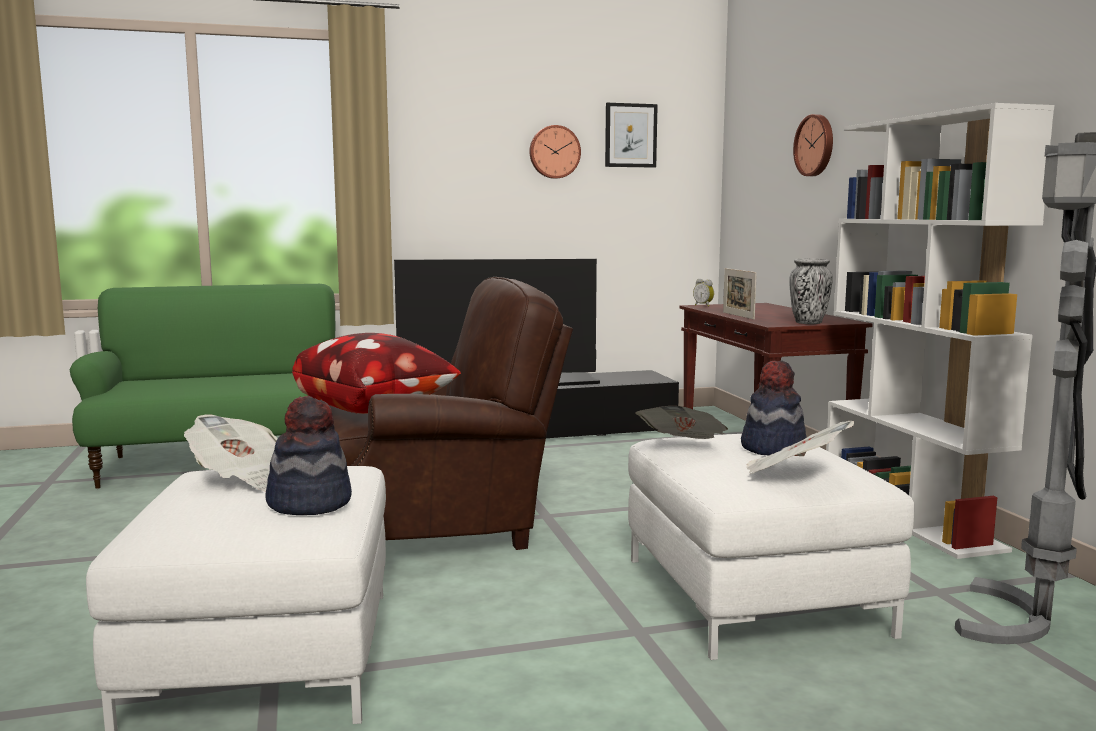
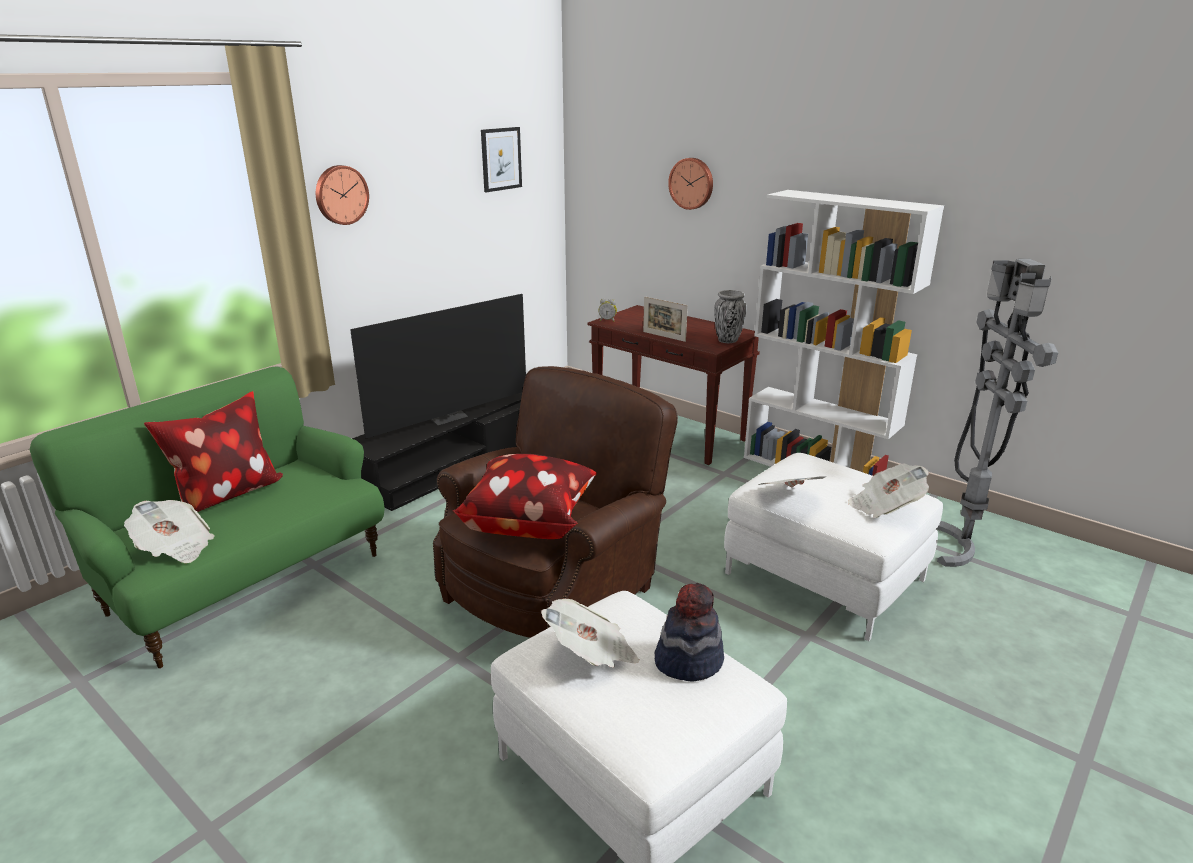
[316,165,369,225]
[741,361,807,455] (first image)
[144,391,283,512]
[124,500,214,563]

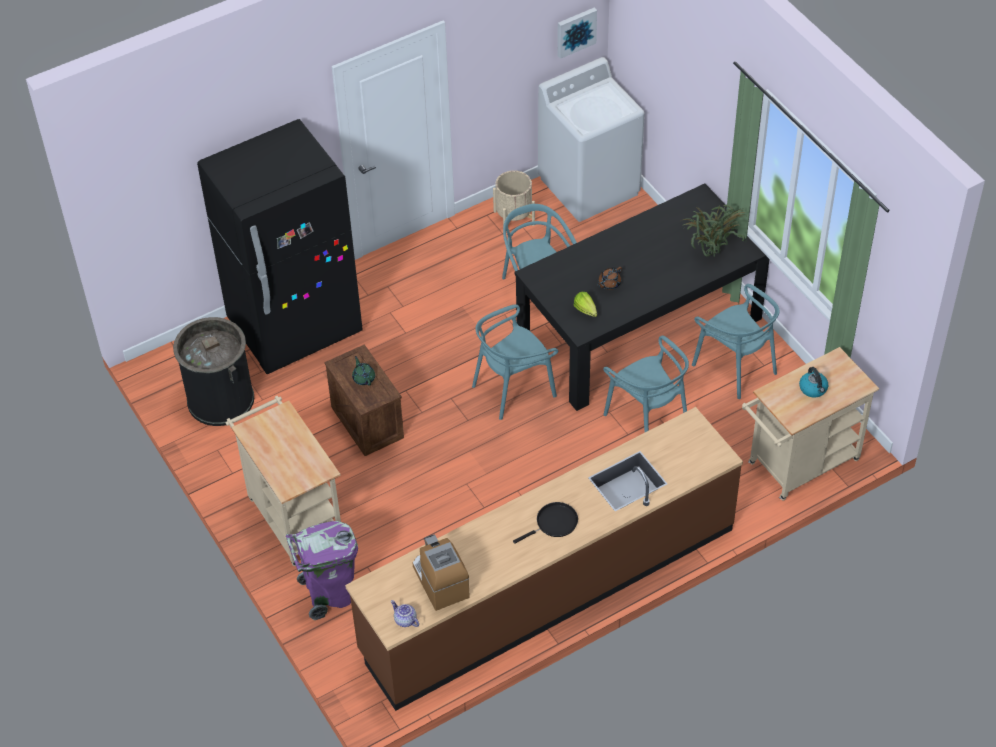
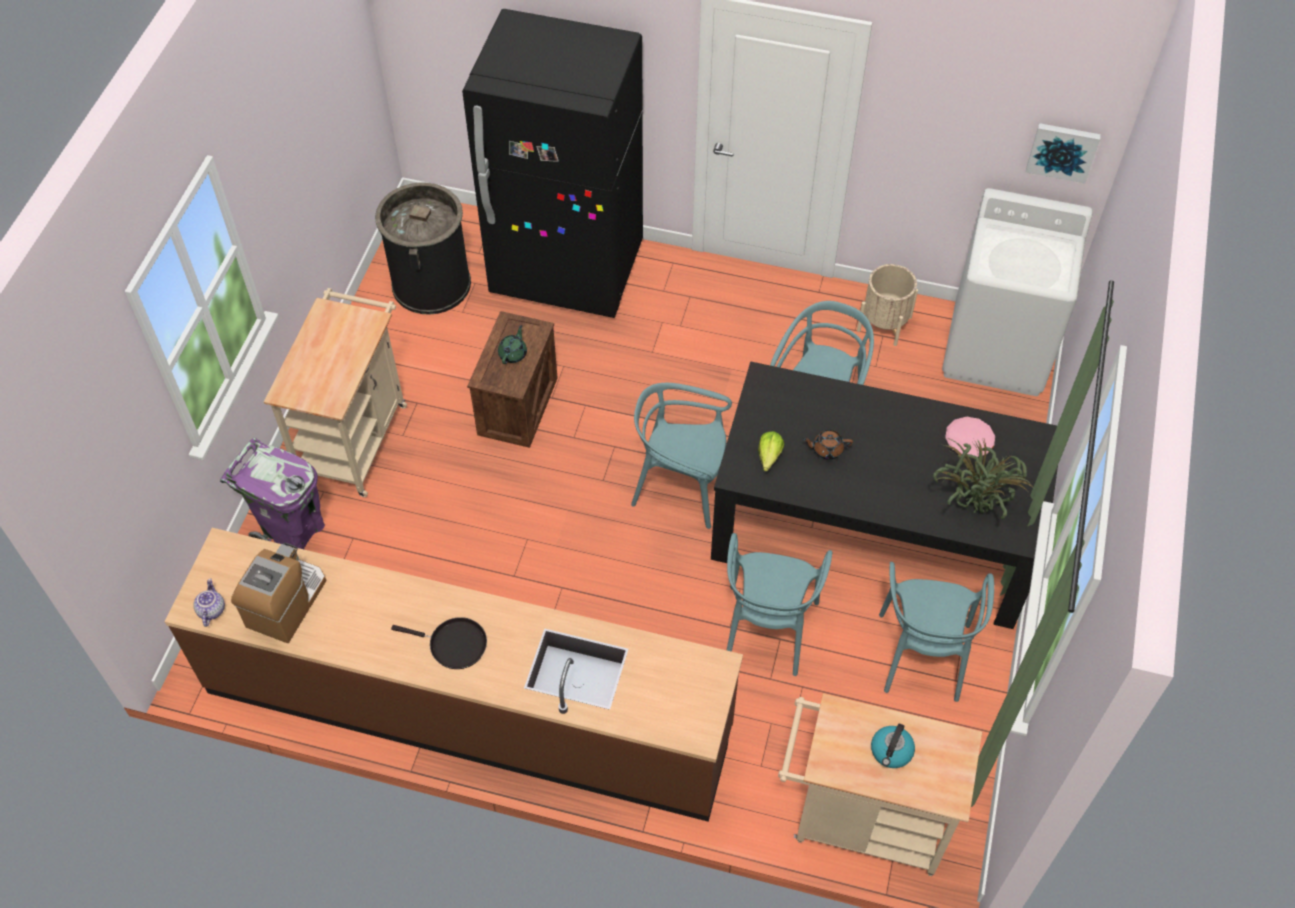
[945,417,995,457]

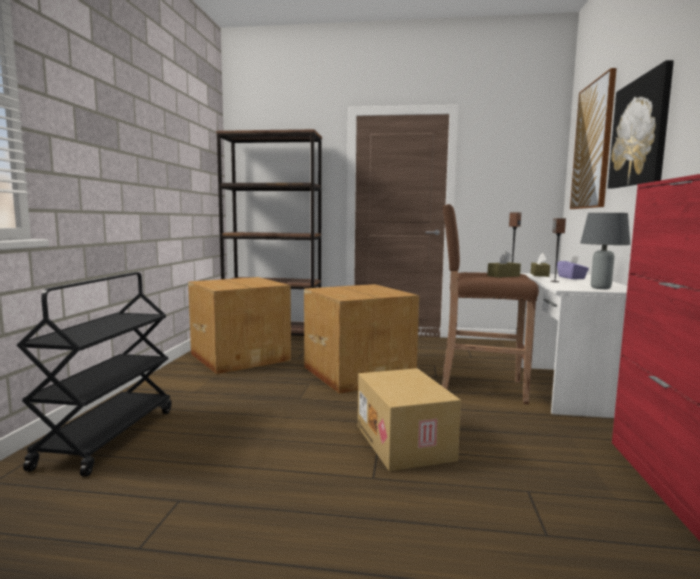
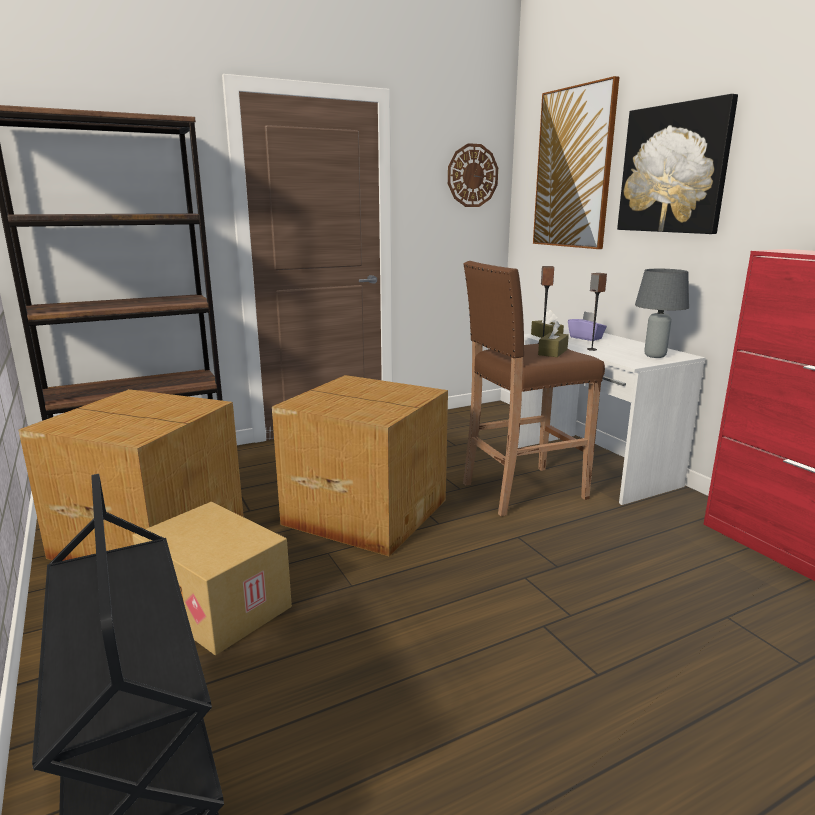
[132,502,292,655]
[448,143,498,207]

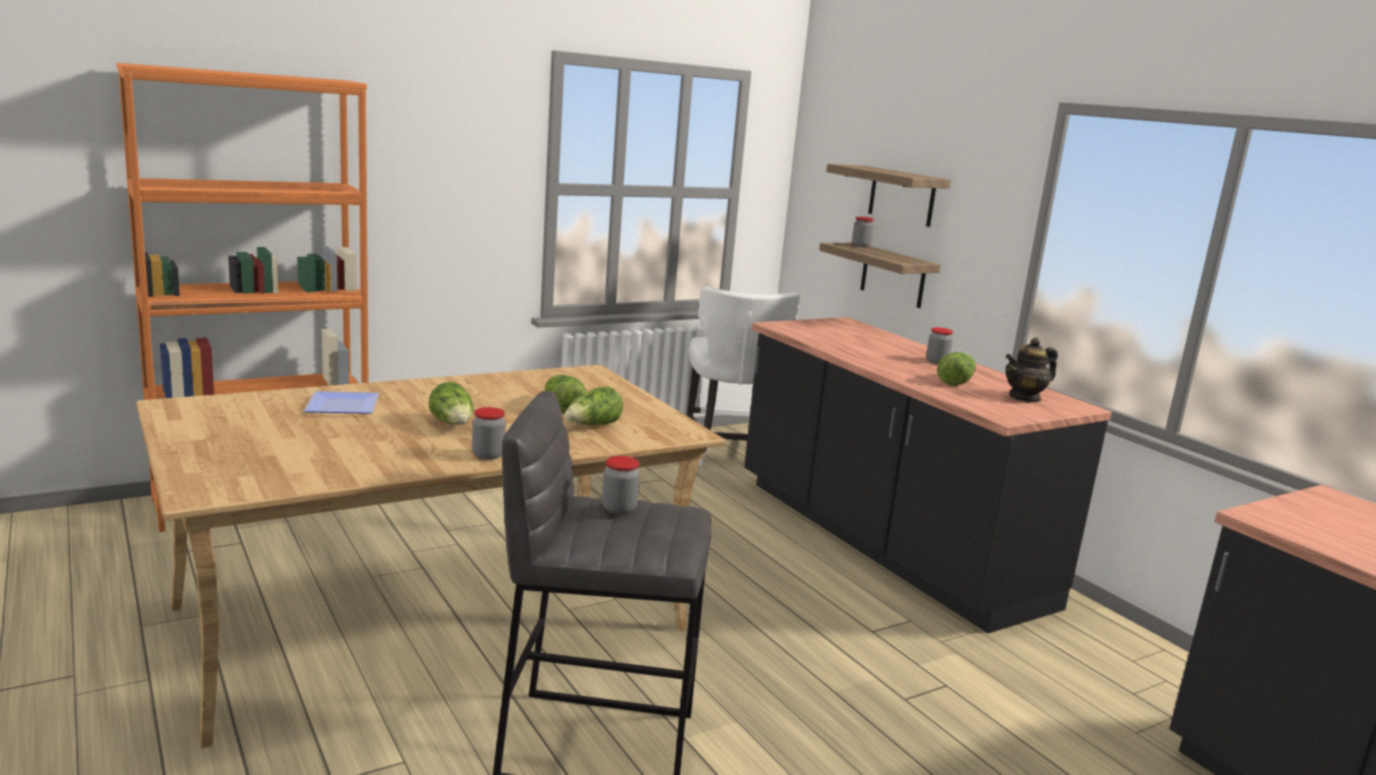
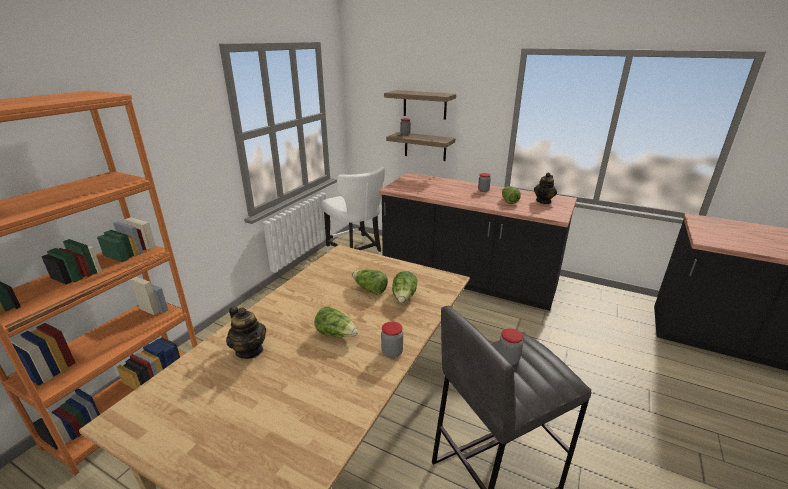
[226,306,266,359]

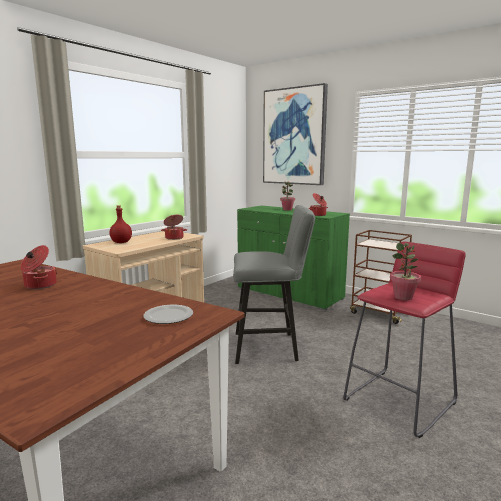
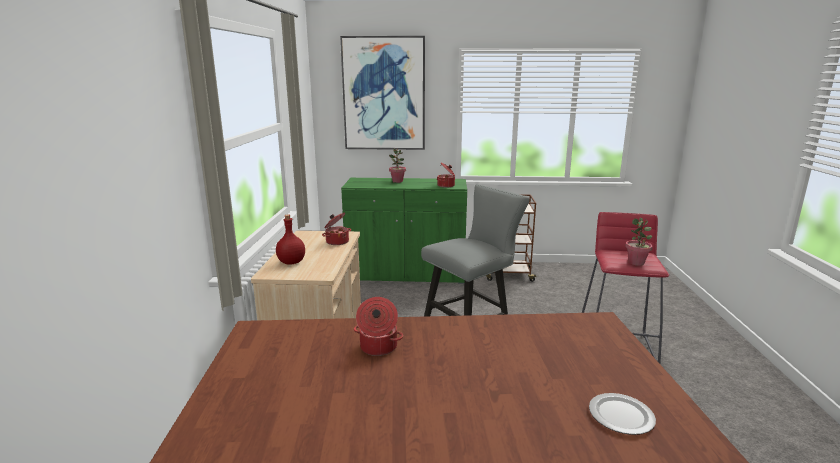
[589,393,656,435]

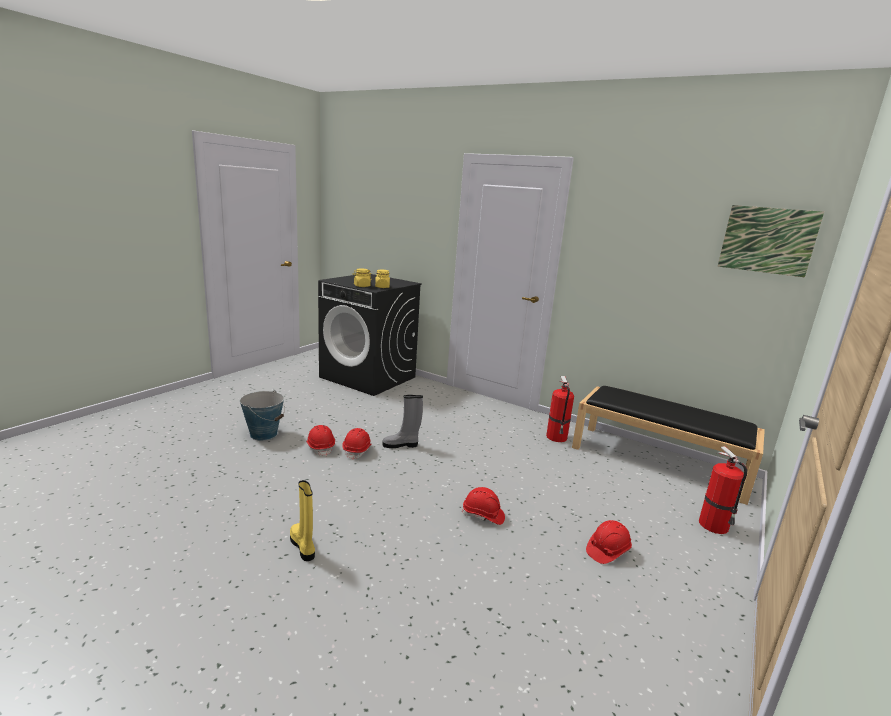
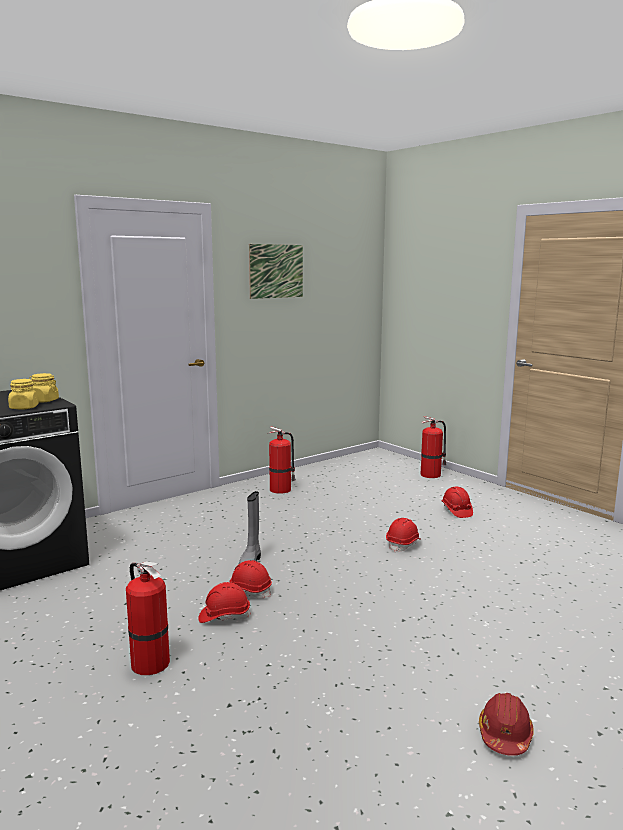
[249,244,303,299]
[572,386,765,505] (first image)
[126,561,170,675]
[290,480,315,561] (first image)
[479,693,534,756]

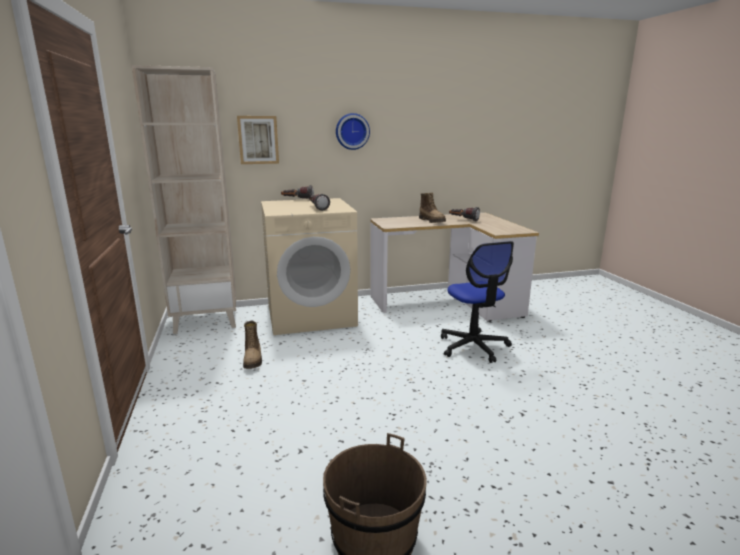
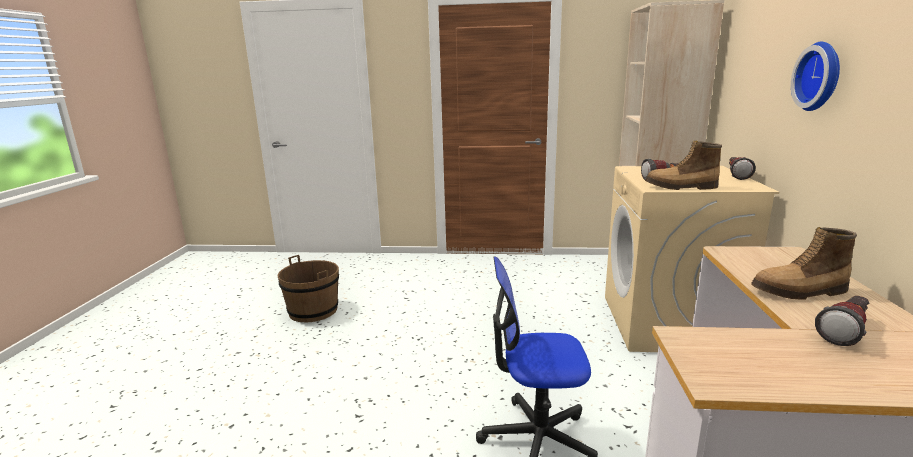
[237,116,279,164] (first image)
[645,141,722,190]

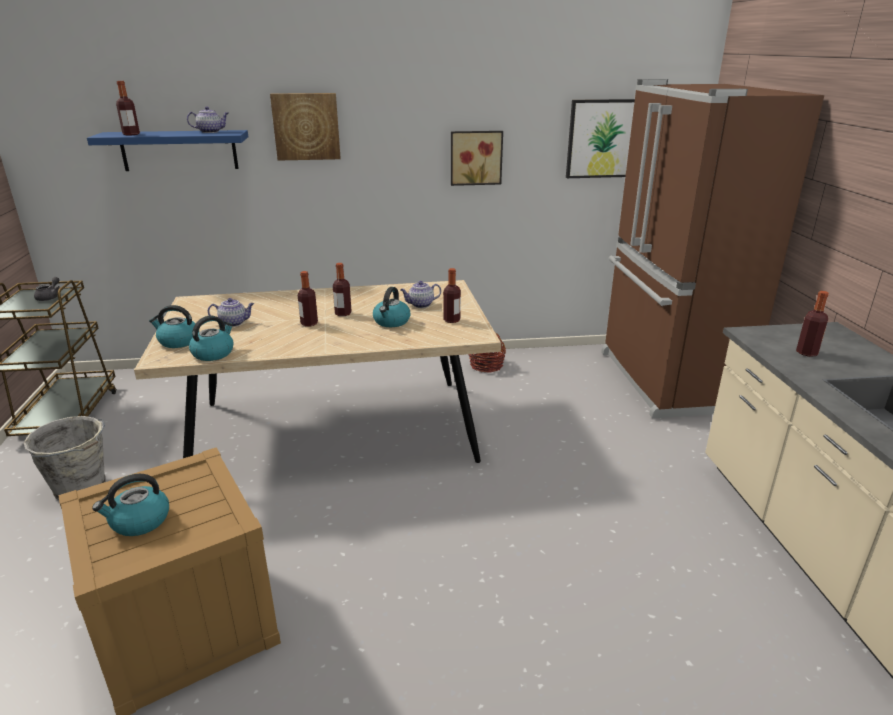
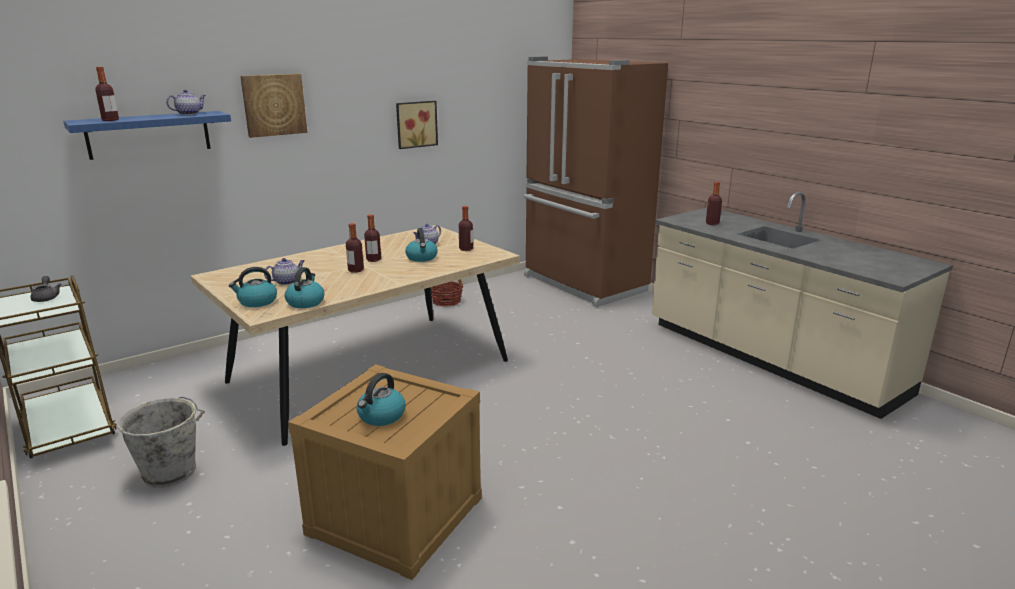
[566,99,635,178] (first image)

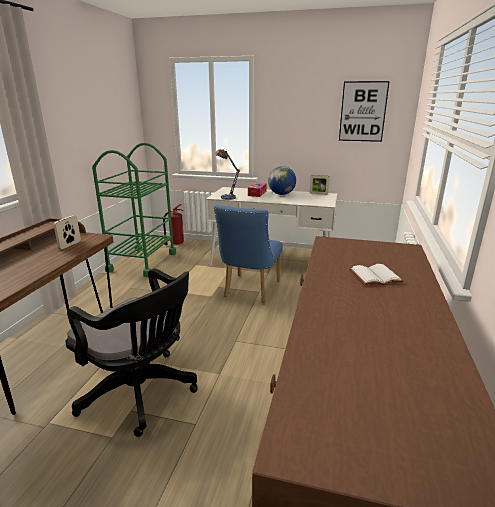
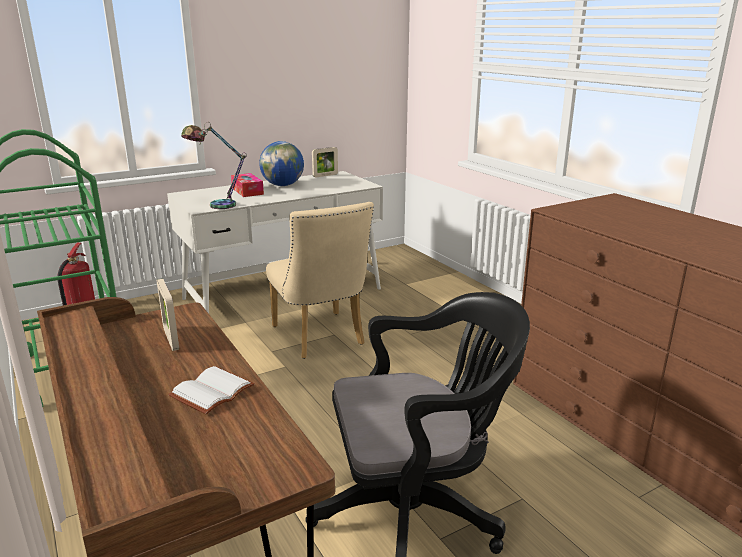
[339,81,390,142] (first image)
[266,202,374,359]
[168,366,255,415]

